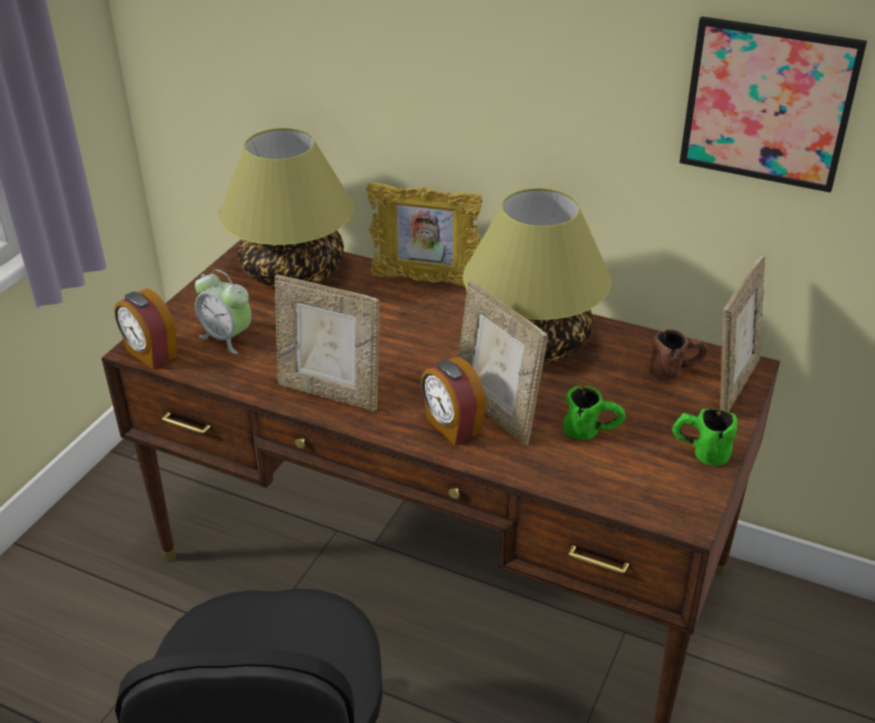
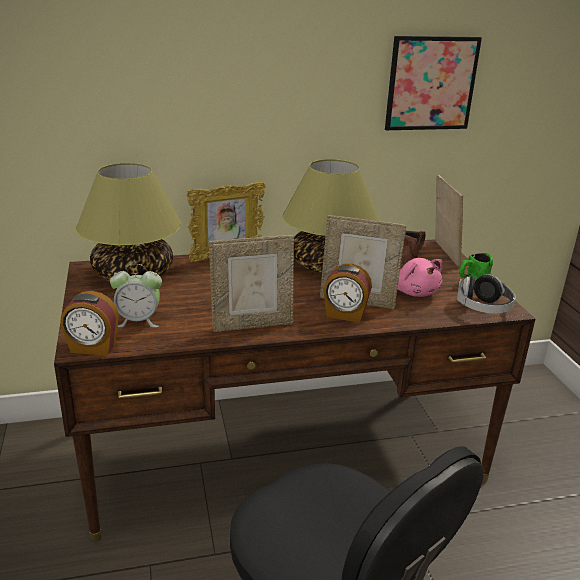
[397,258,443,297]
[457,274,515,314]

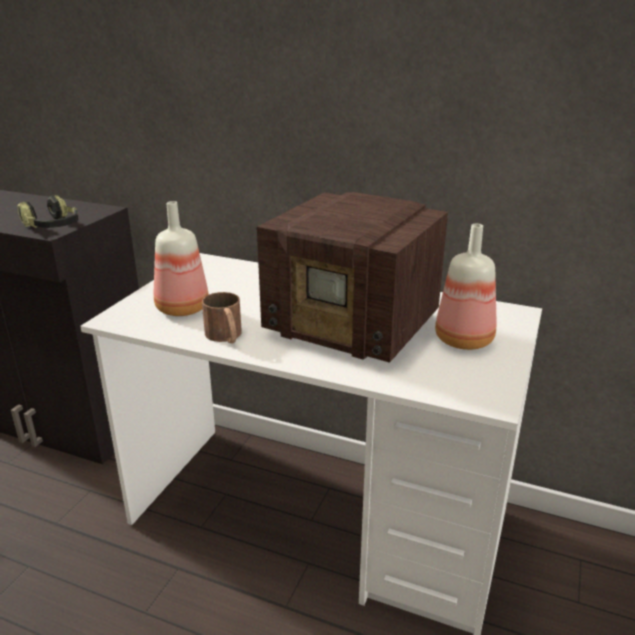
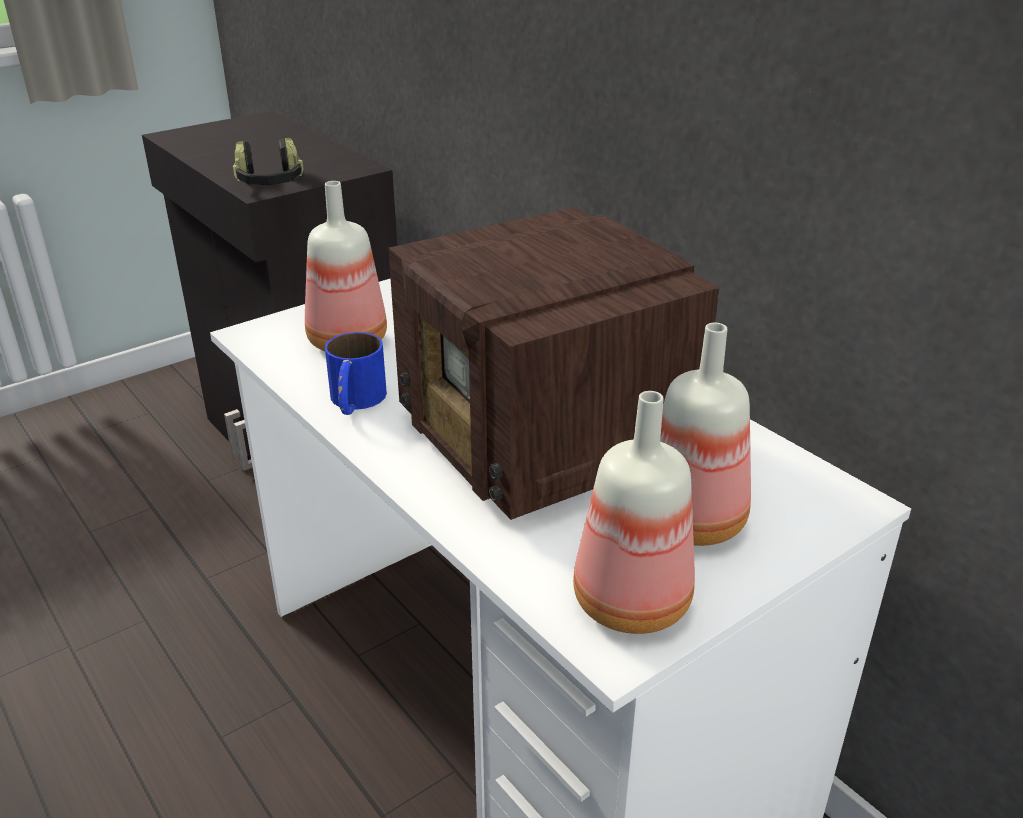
[325,332,387,415]
[573,391,695,634]

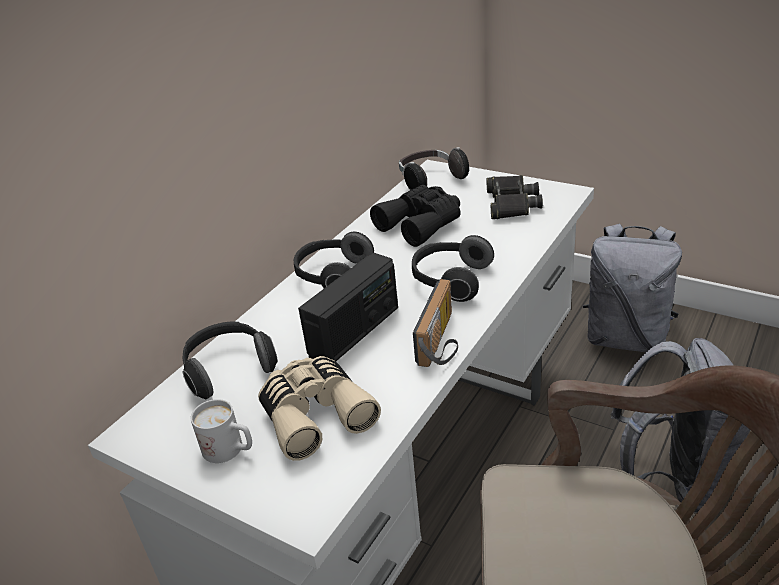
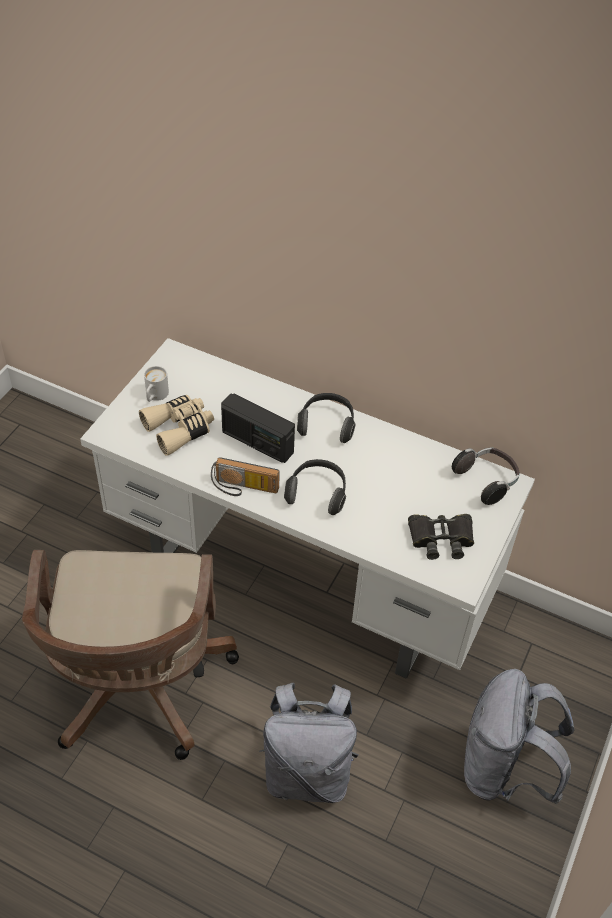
[370,185,461,247] (first image)
[183,321,278,399] (first image)

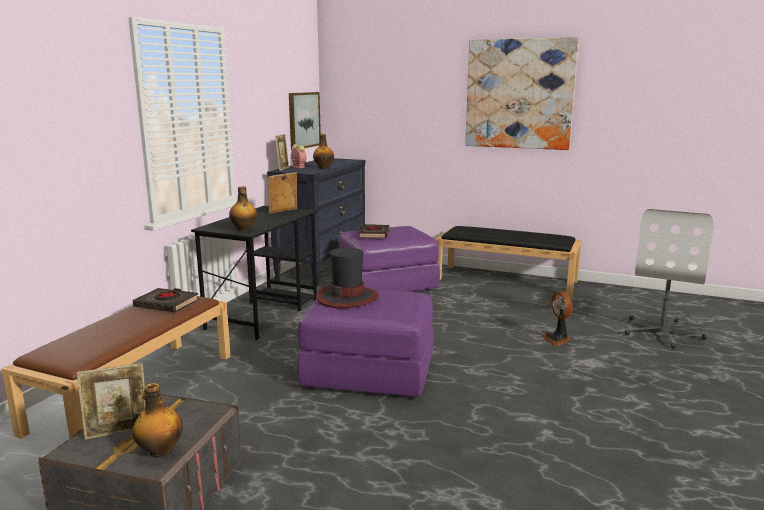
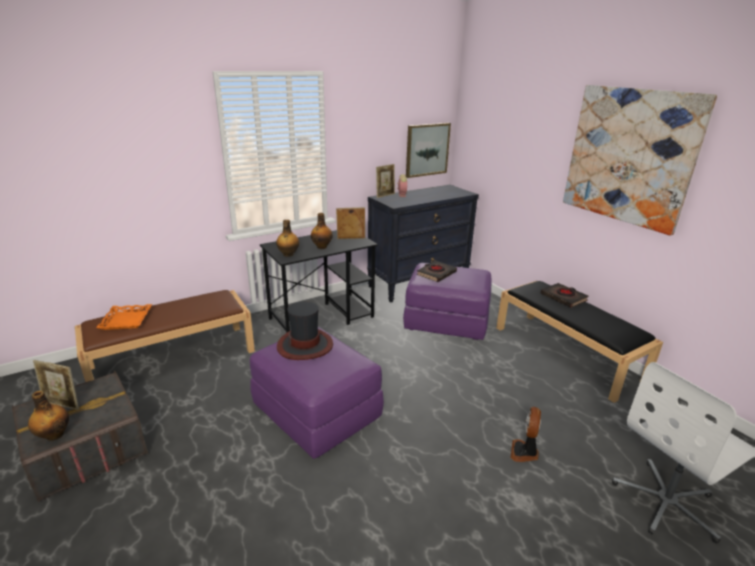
[311,213,333,249]
[541,283,589,308]
[96,304,152,330]

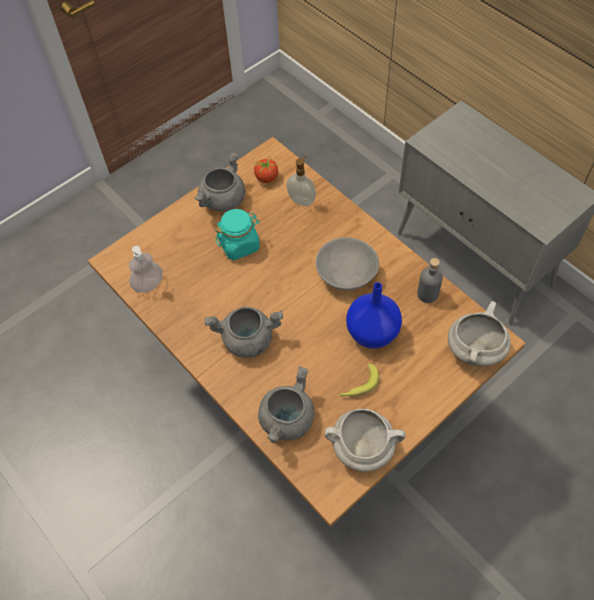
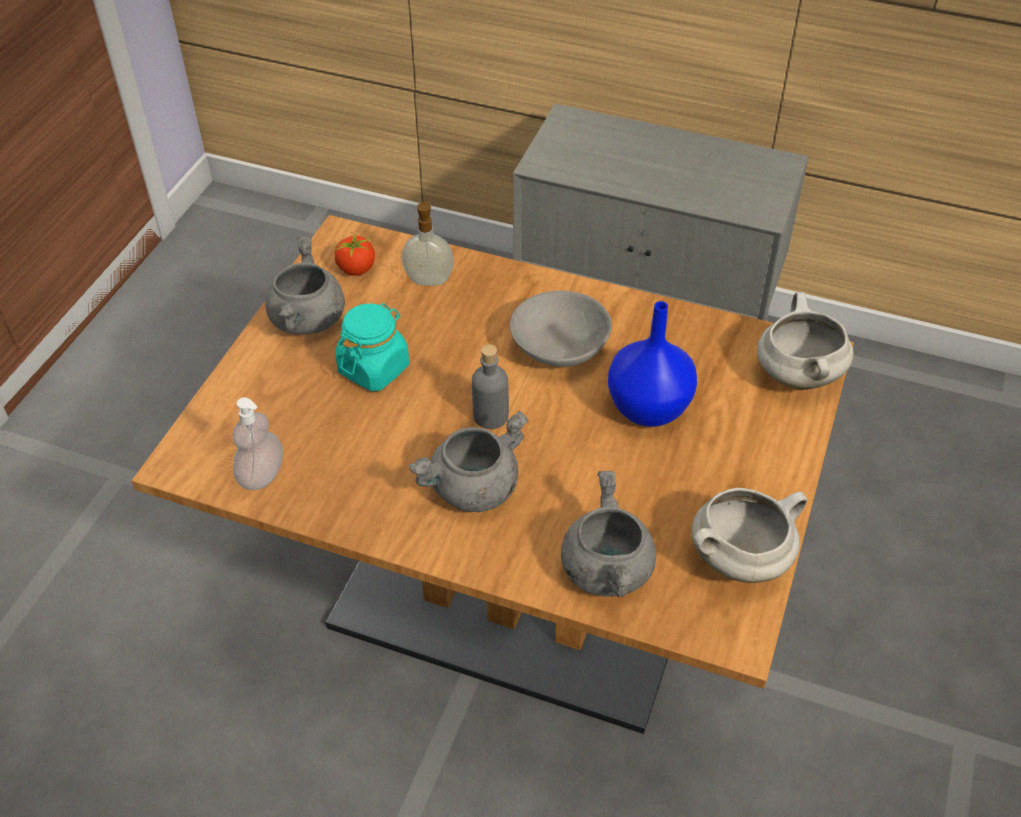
[472,344,509,429]
[340,364,379,397] (first image)

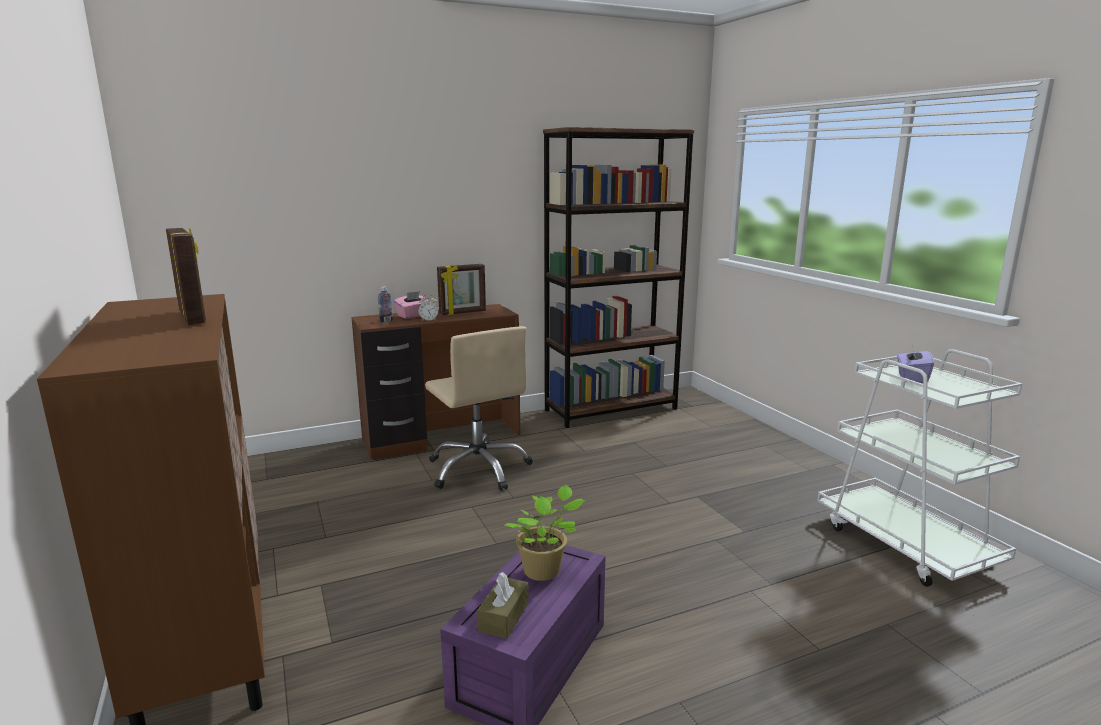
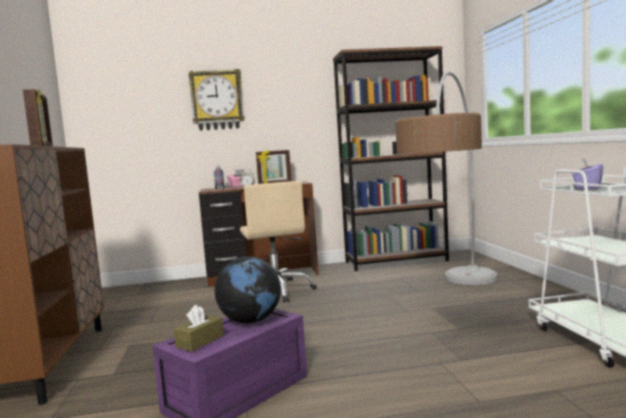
[215,256,281,323]
[188,69,245,131]
[395,72,497,285]

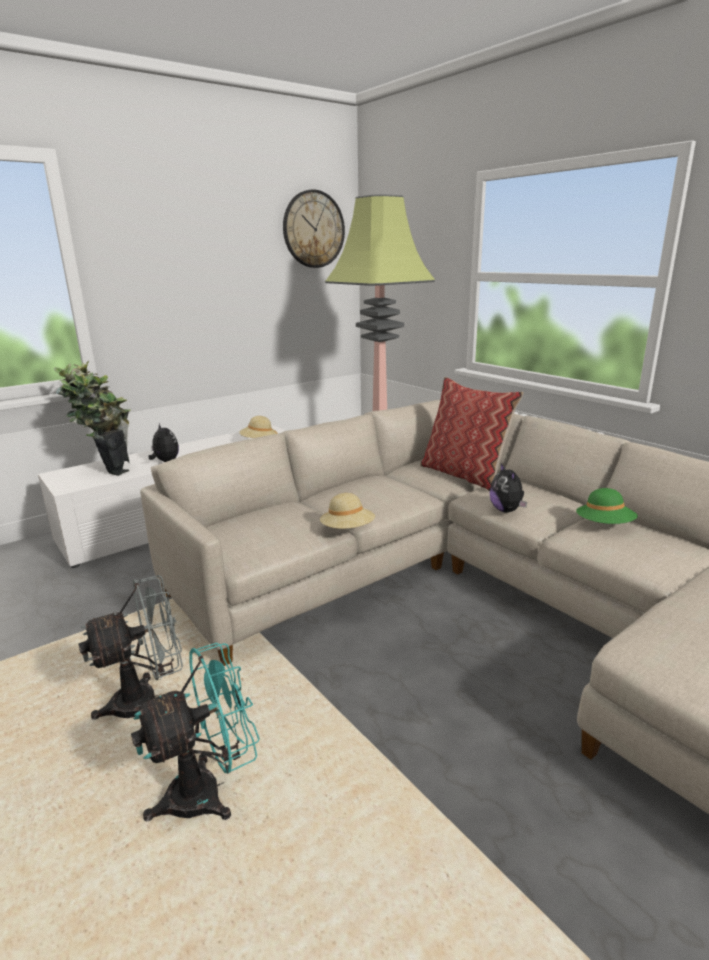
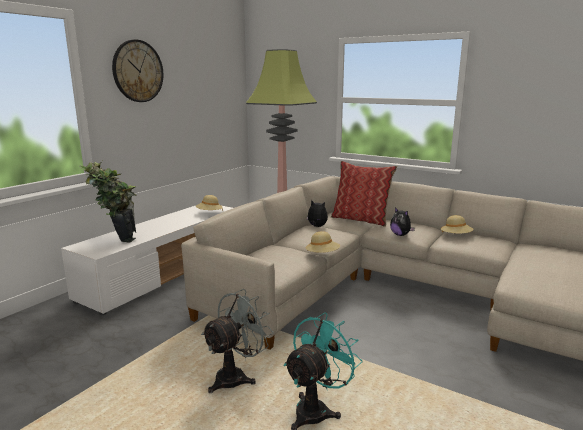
[112,40,163,102]
[306,200,328,227]
[440,215,474,233]

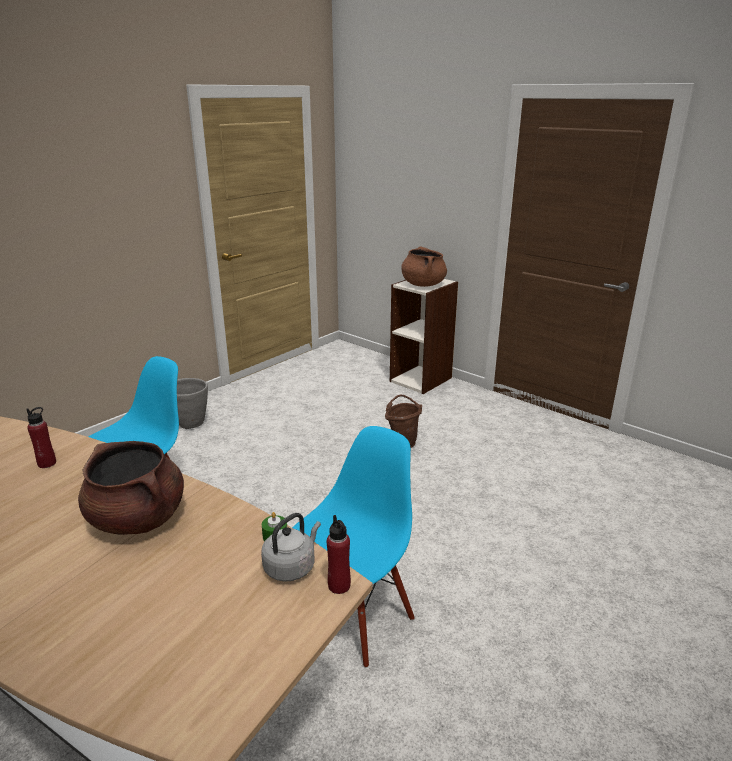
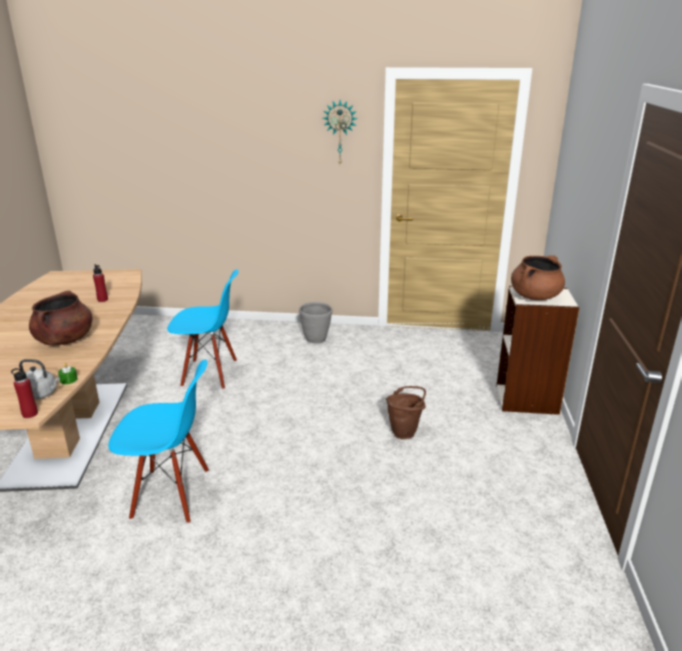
[323,100,358,164]

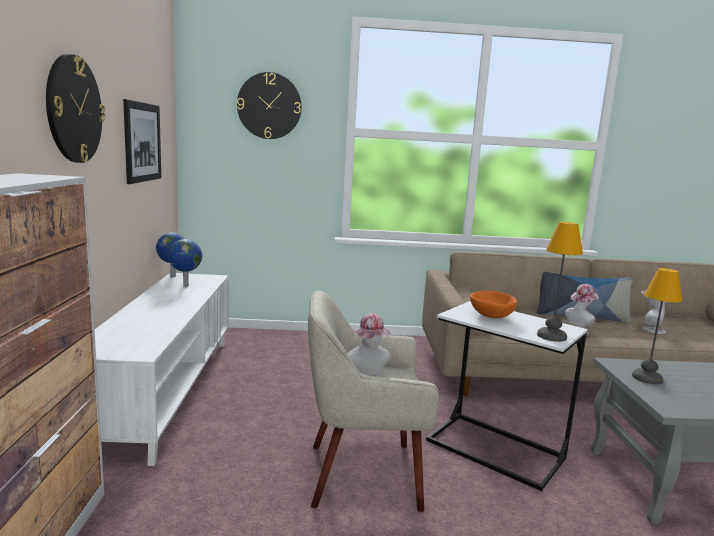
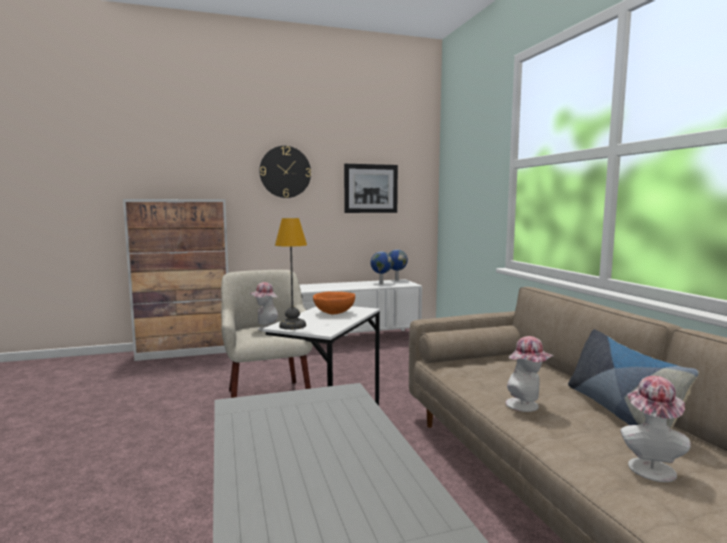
[237,72,302,139] (first image)
[632,268,682,384] (first image)

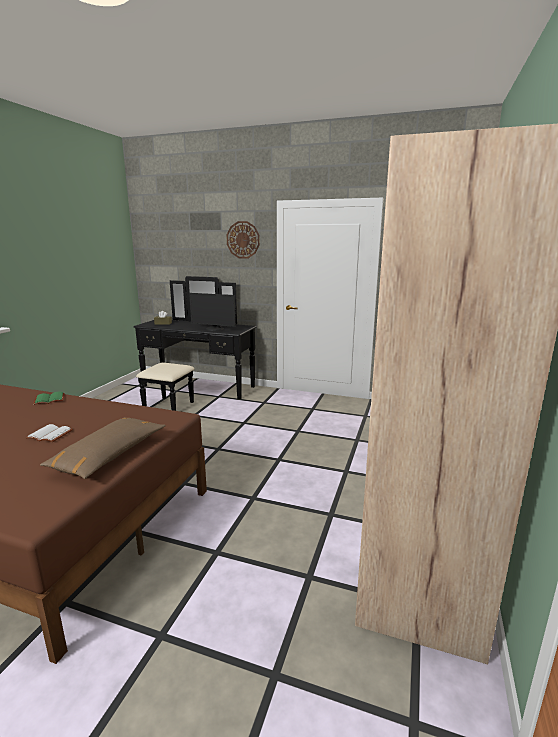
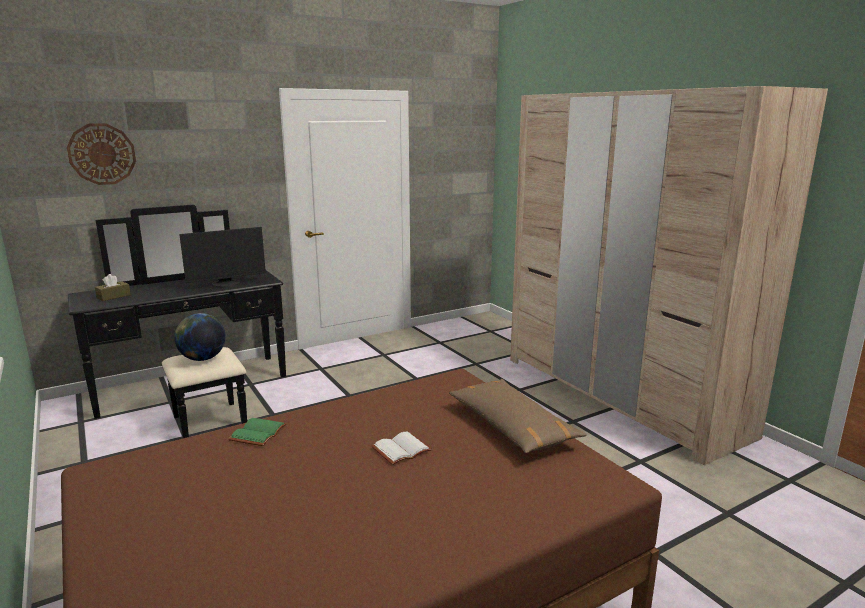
[67,123,136,185]
[174,313,225,361]

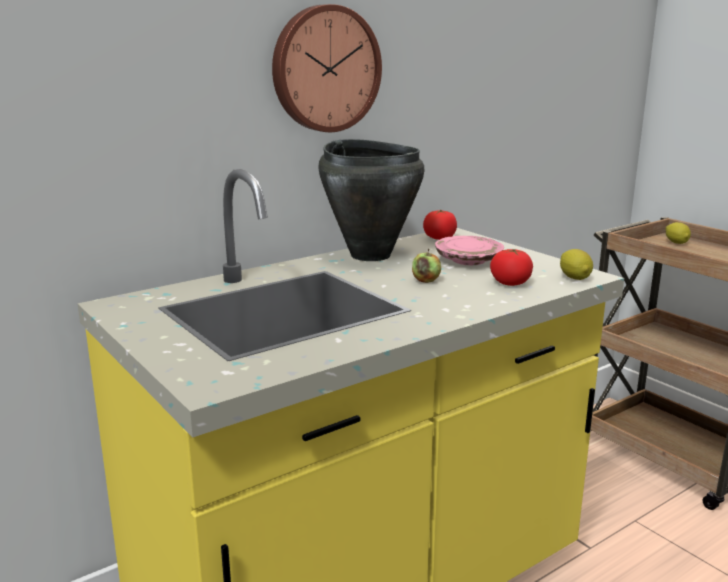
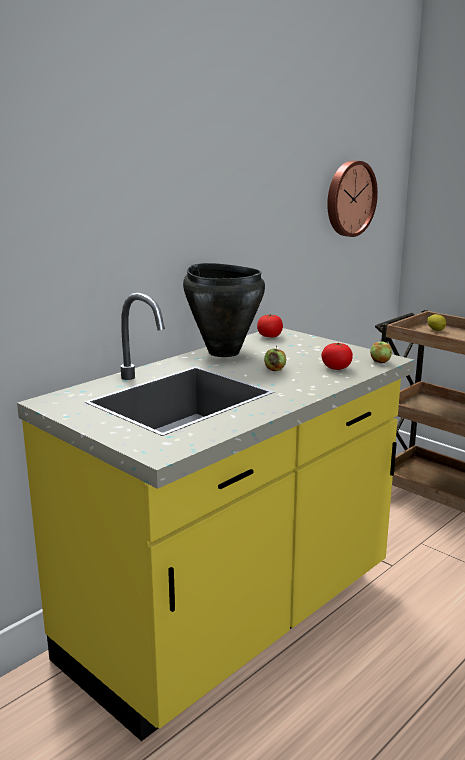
[327,161,378,237]
[435,236,504,265] (first image)
[370,341,392,363]

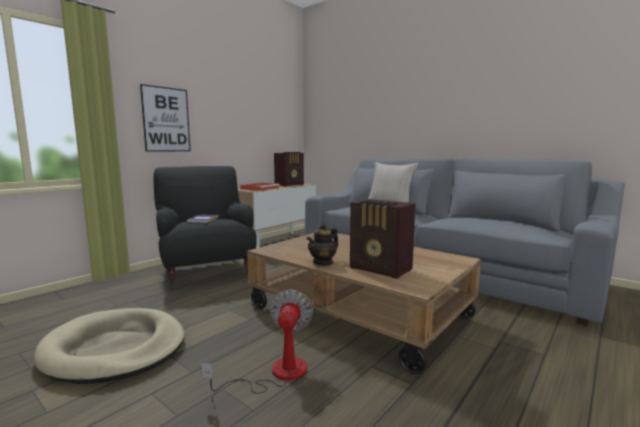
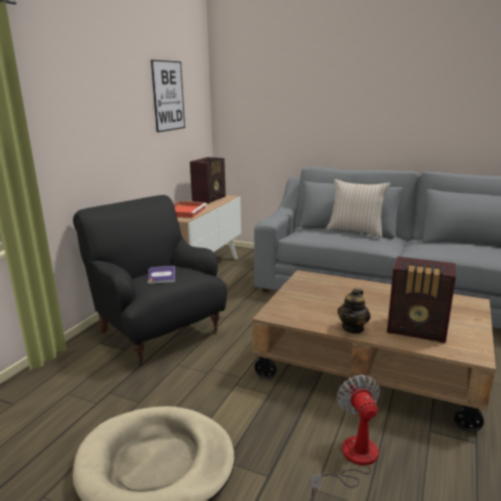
[151,60,185,132]

